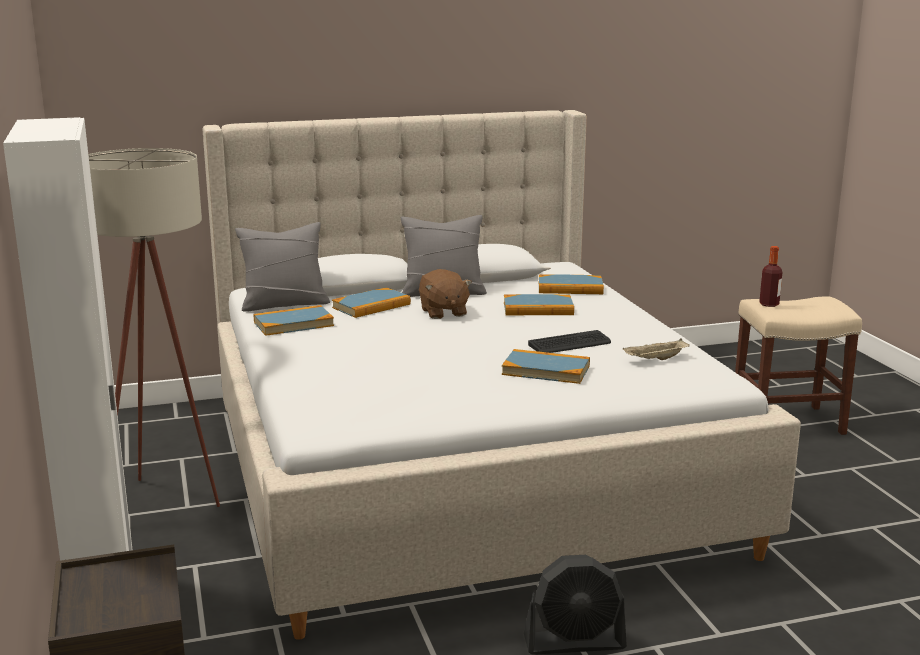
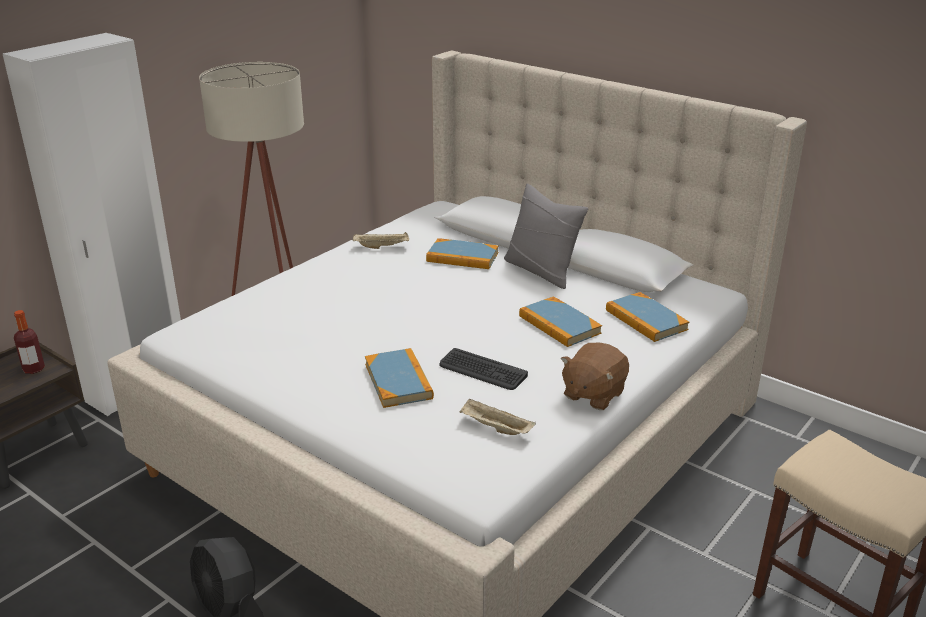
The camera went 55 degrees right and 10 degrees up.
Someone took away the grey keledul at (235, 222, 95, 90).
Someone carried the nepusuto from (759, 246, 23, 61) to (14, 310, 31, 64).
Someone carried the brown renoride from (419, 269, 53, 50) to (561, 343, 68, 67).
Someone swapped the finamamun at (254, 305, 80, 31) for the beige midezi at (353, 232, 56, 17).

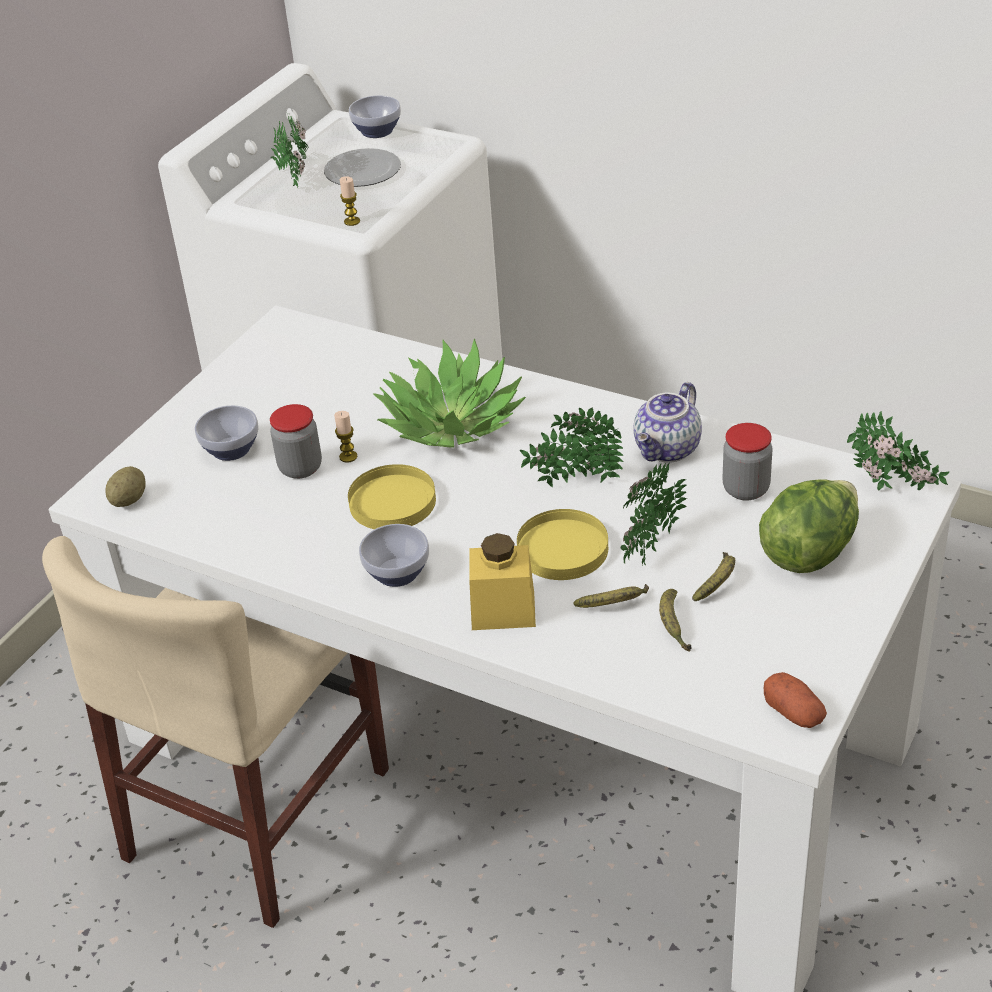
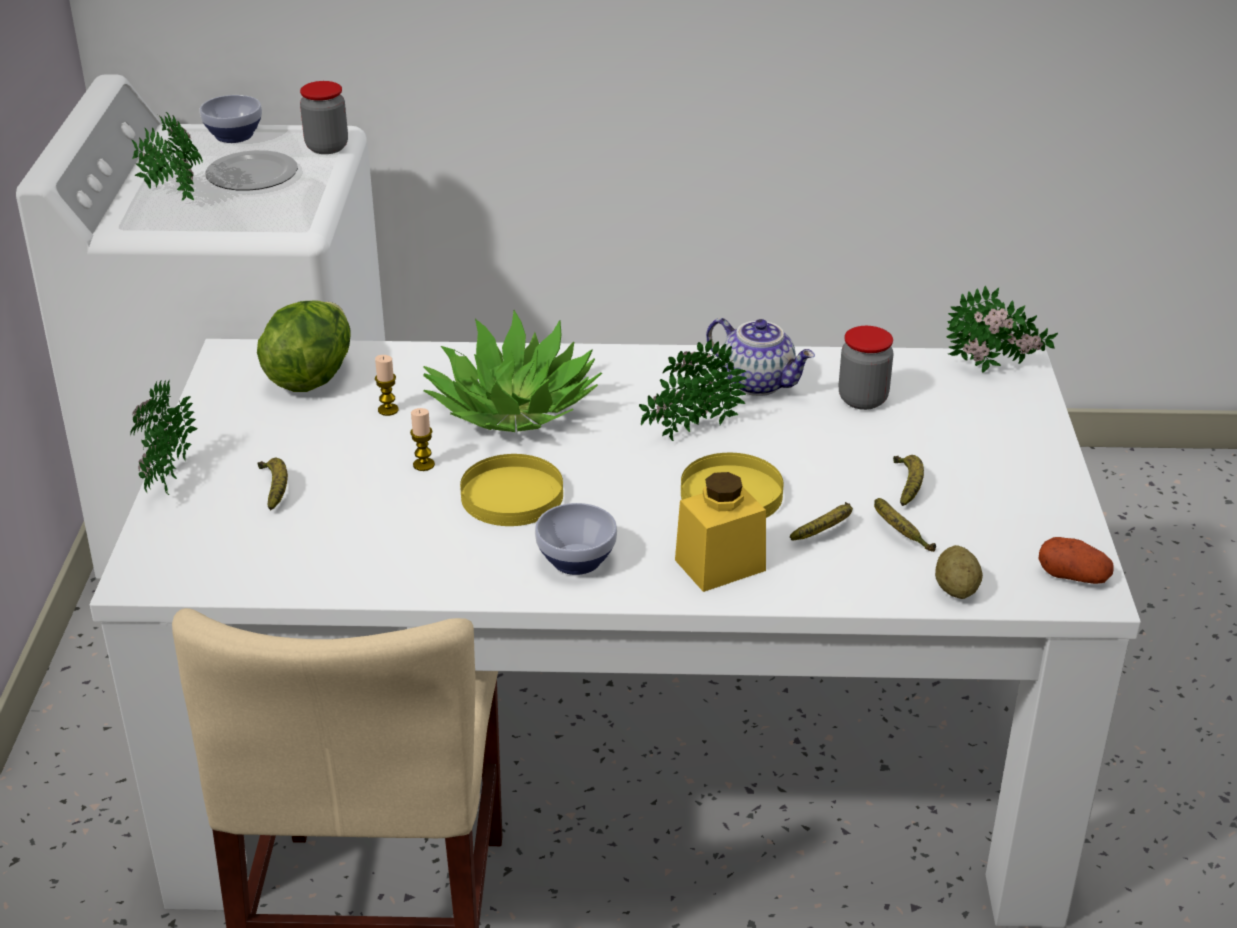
The camera went 30 degrees left and 5 degrees down.
Someone carried the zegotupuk from (340, 176, 20, 50) to (375, 355, 24, 61).
Someone rotated the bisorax at (634, 382, 68, 81) by 60 degrees counterclockwise.
Someone carried the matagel from (270, 404, 52, 75) to (300, 81, 48, 73).
Someone swapped the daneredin at (195, 405, 64, 56) for the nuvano at (257, 458, 31, 52).
Someone carried the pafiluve from (621, 463, 66, 103) to (130, 380, 67, 115).
Someone carried the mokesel from (105, 466, 41, 41) to (935, 545, 48, 54).
Someone carried the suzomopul from (759, 479, 100, 94) to (257, 301, 94, 91).

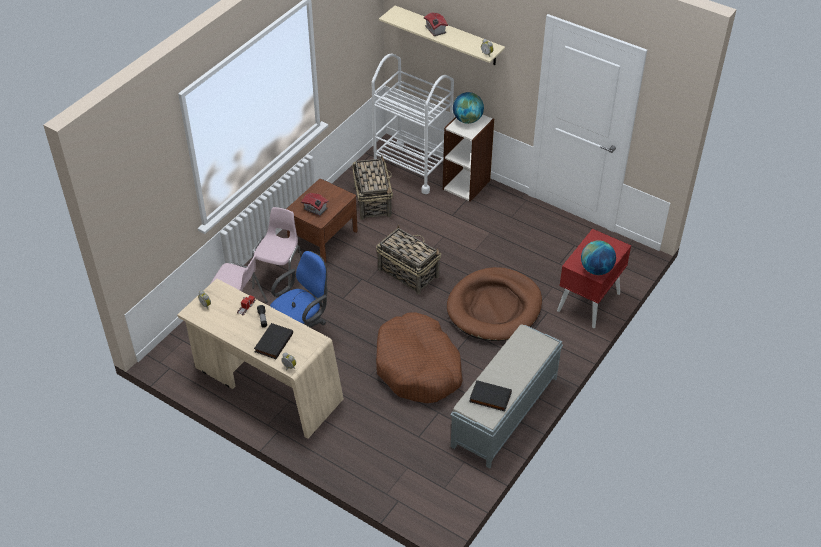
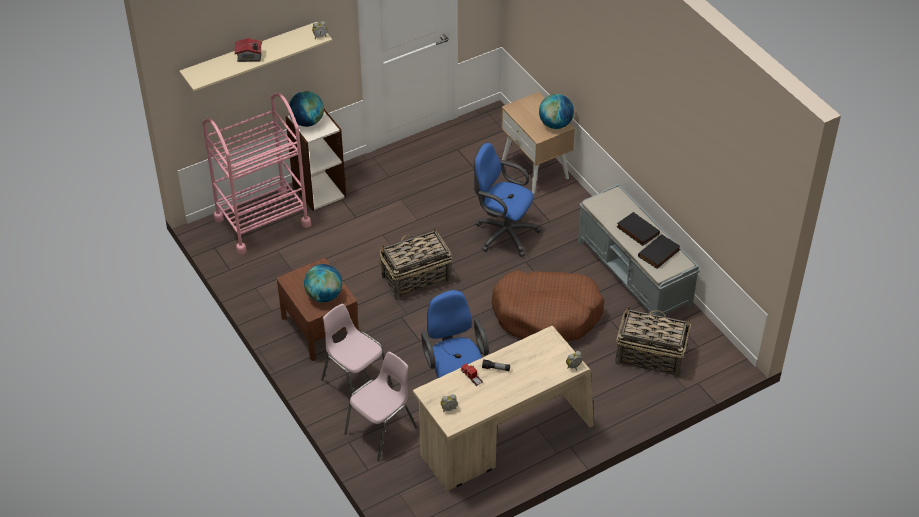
The camera went 65 degrees left and 0 degrees up.
Someone repainted the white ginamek at (371, 53, 83, 141), which became the pink ginamek at (202, 93, 109, 162).
Someone carried the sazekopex from (353, 156, 40, 64) to (615, 306, 76, 72).
Someone swapped the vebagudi at (301, 193, 28, 23) for the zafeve at (304, 264, 38, 38).
Someone repainted the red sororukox at (557, 229, 74, 99), which became the beige sororukox at (501, 92, 74, 102).
Someone swapped the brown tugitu at (447, 267, 95, 74) for the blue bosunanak at (474, 143, 67, 114).
Someone carried the black finamamun from (254, 323, 39, 36) to (617, 212, 43, 34).

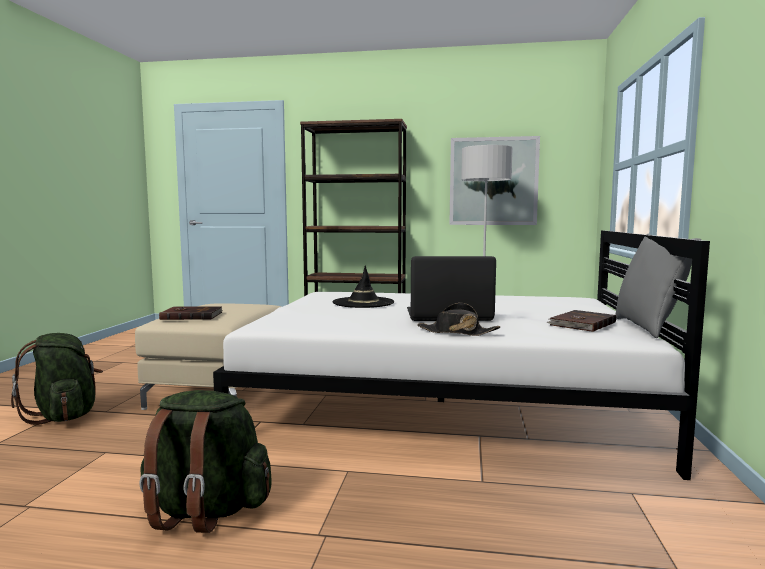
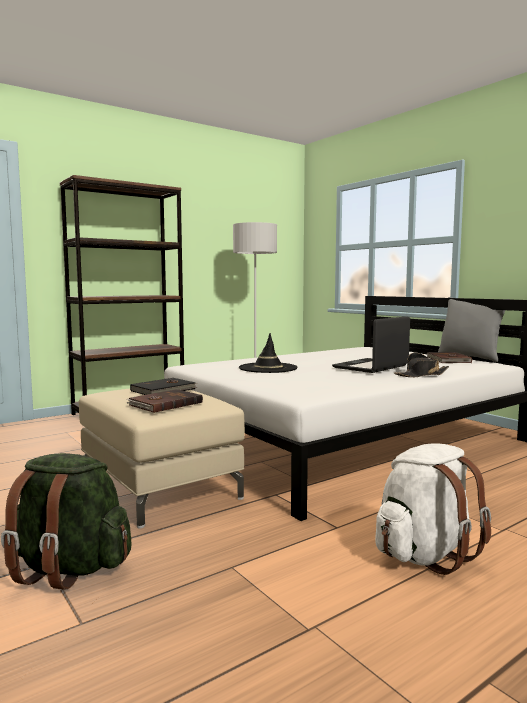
The camera went 45 degrees left and 0 degrees up.
Someone took away the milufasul at (449, 136, 91, 89).
Someone repainted the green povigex at (139, 390, 133, 143), which became the white povigex at (375, 444, 116, 131).
Someone put down the black finamamun at (130, 378, 67, 17).

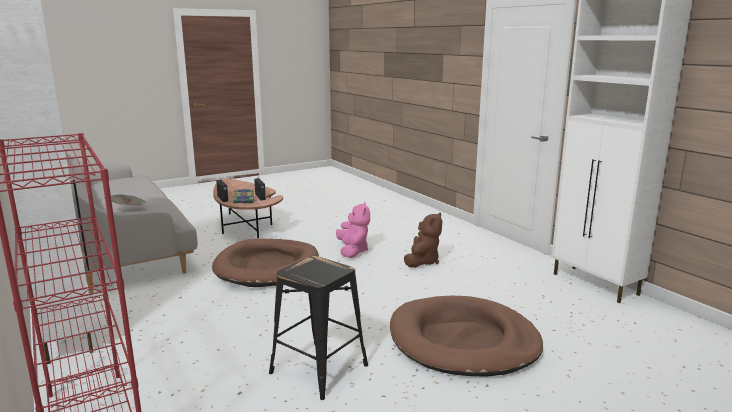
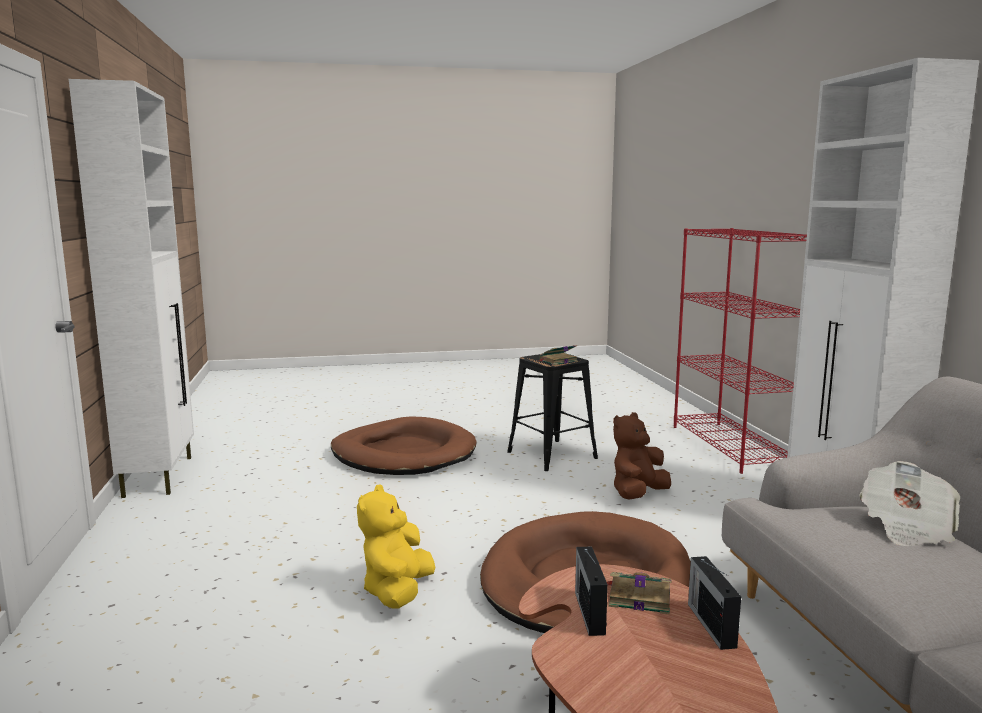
The camera went 160 degrees left and 5 degrees down.
Someone repainted the pink renoride at (336, 202, 34, 56), which became the yellow renoride at (357, 484, 78, 125).
Someone carried the brown renoride from (404, 212, 38, 56) to (613, 412, 58, 88).
Someone put down the finamamun at (537, 345, 41, 20).

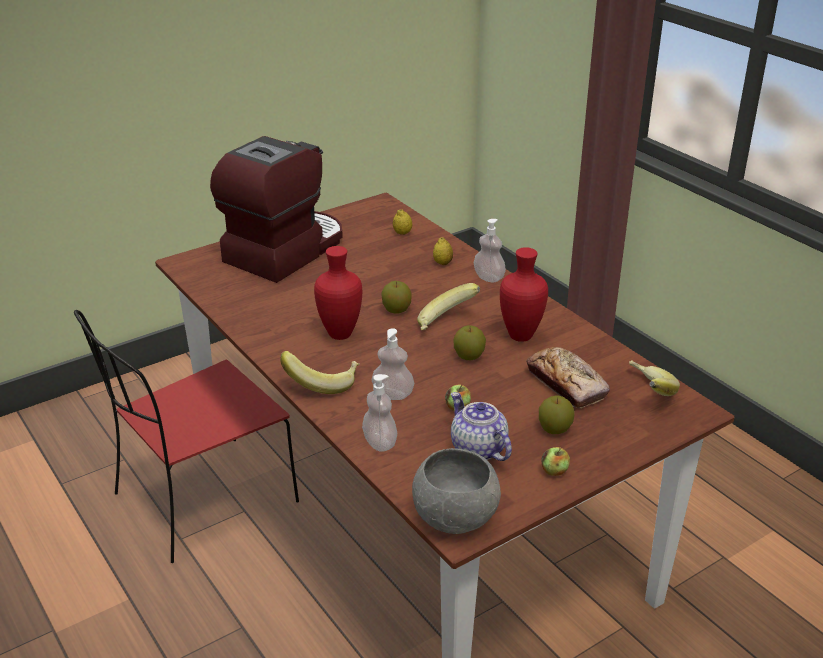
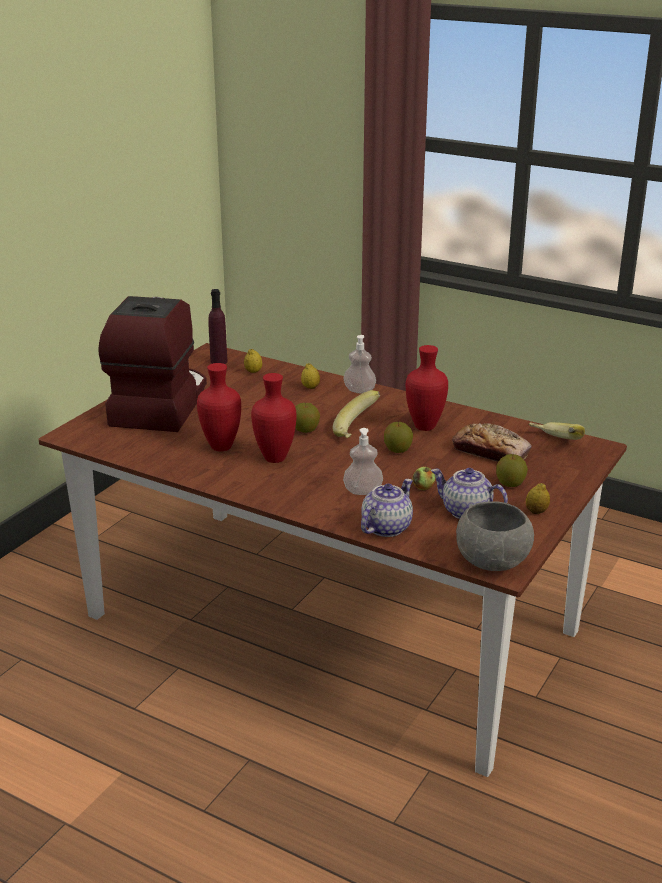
The camera went 25 degrees left and 5 degrees down.
Someone took away the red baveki at (74, 310, 225, 253).
Someone took away the nuvano at (280, 351, 79, 43).
Someone swapped the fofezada at (362, 374, 35, 78) for the bisorax at (361, 479, 52, 58).
Someone swapped the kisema at (541, 447, 29, 29) for the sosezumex at (526, 483, 24, 31).
Someone put down the purple nepusuto at (208, 289, 20, 75).
Someone put down the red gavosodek at (197, 363, 44, 88).

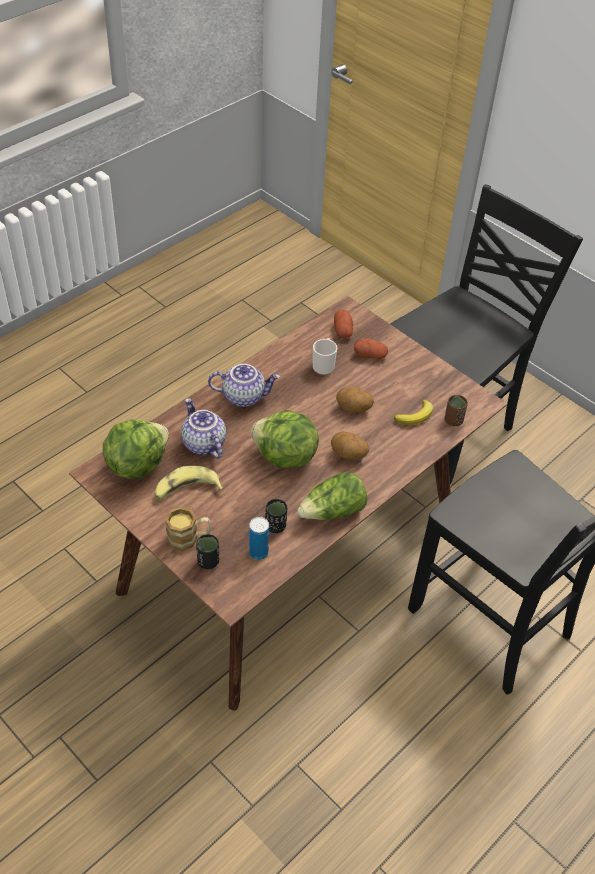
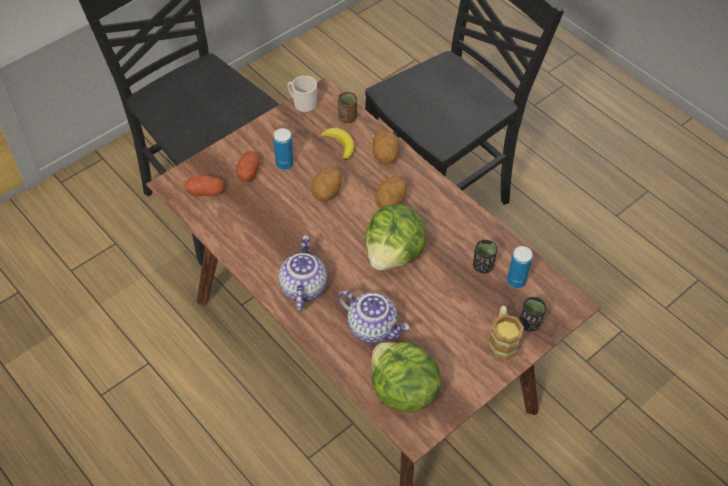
The camera went 85 degrees left and 5 degrees up.
Someone carried the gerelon from (313, 338, 24, 37) to (287, 76, 30, 37).
Someone rotated the bisorax at (181, 398, 45, 61) by 120 degrees counterclockwise.
Someone took away the nuvano at (155, 466, 69, 35).
Someone took away the suzomopul at (297, 472, 71, 48).
Someone put down the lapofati at (273, 128, 20, 42).
Someone put down the mokesel at (373, 130, 27, 35).

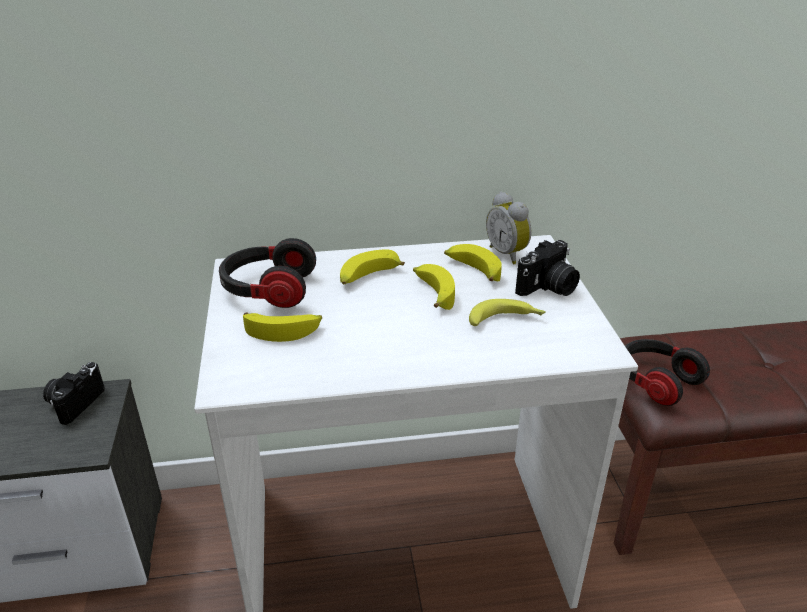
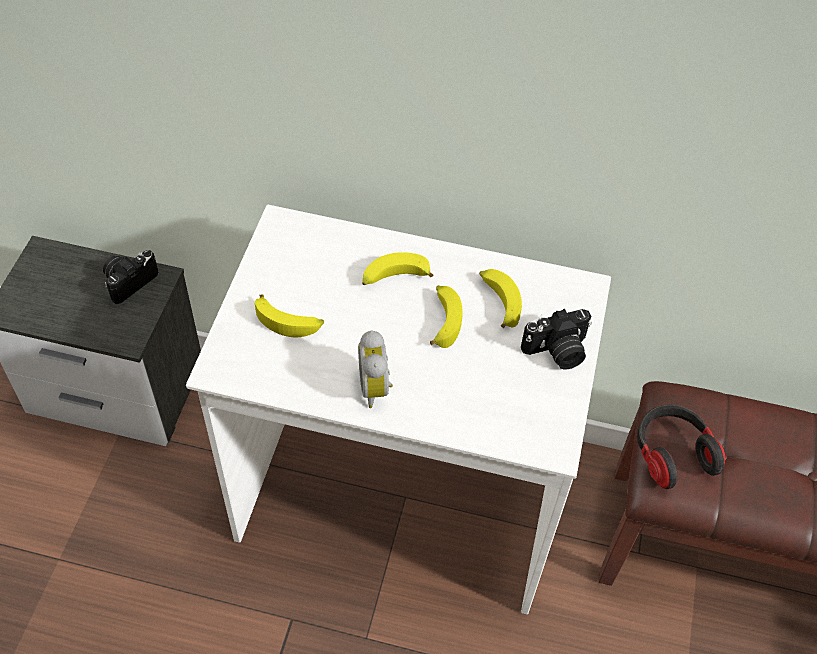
The camera went 20 degrees right and 20 degrees up.
Someone carried the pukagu from (486, 192, 46, 73) to (358, 330, 35, 78).
Someone took away the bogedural at (219, 238, 97, 70).
Someone took away the nuvano at (469, 299, 77, 27).

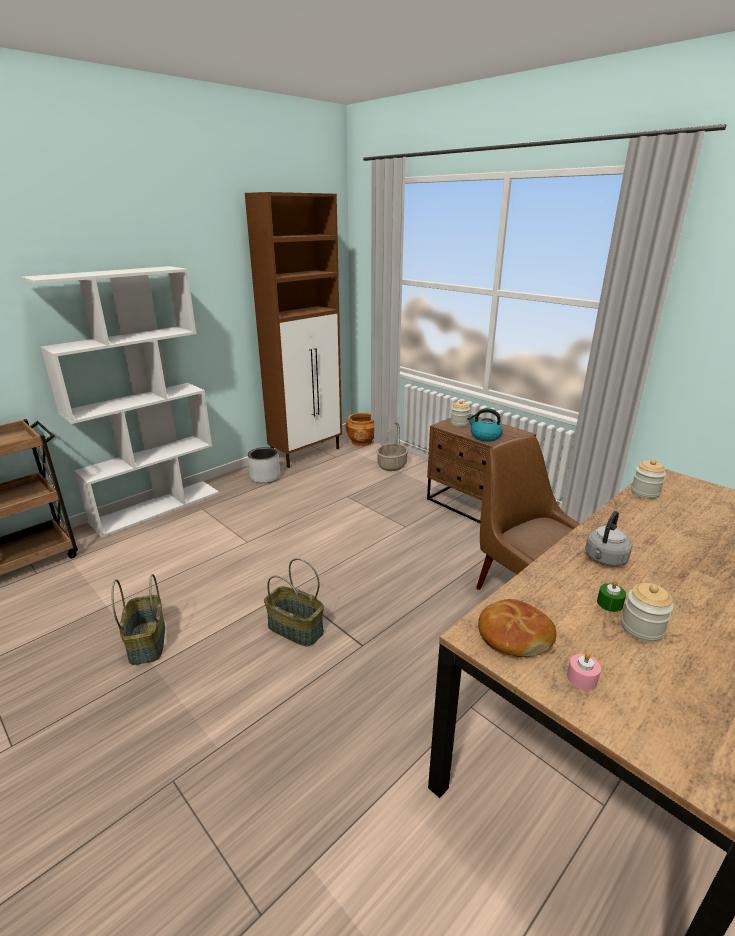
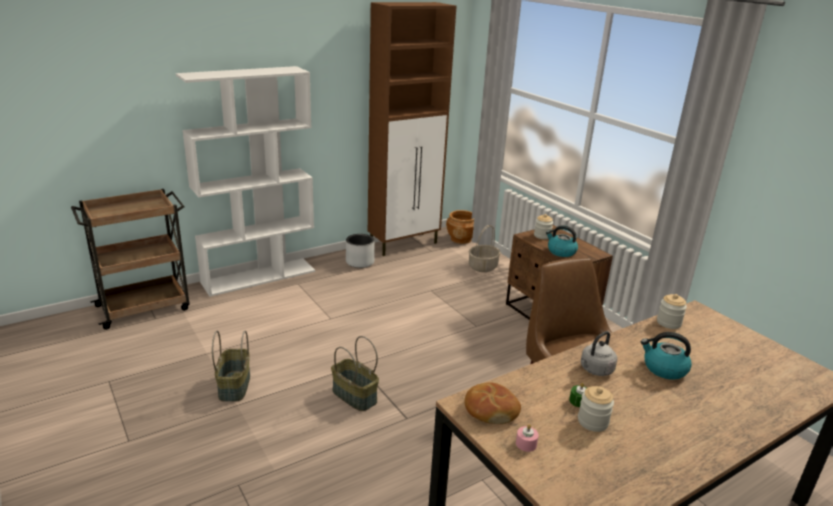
The camera went 10 degrees right and 0 degrees up.
Someone put down the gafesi at (641, 332, 51, 48).

